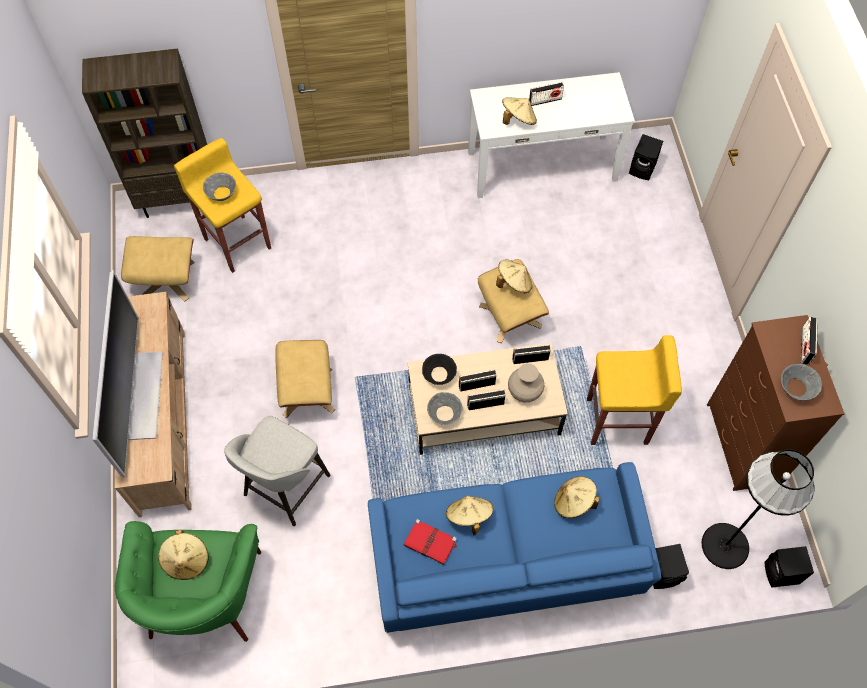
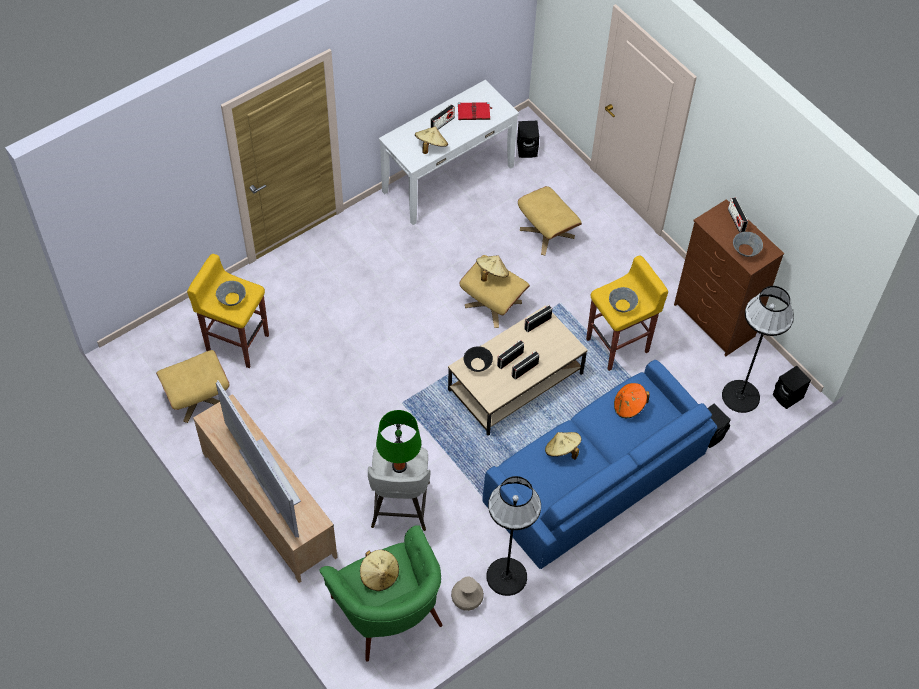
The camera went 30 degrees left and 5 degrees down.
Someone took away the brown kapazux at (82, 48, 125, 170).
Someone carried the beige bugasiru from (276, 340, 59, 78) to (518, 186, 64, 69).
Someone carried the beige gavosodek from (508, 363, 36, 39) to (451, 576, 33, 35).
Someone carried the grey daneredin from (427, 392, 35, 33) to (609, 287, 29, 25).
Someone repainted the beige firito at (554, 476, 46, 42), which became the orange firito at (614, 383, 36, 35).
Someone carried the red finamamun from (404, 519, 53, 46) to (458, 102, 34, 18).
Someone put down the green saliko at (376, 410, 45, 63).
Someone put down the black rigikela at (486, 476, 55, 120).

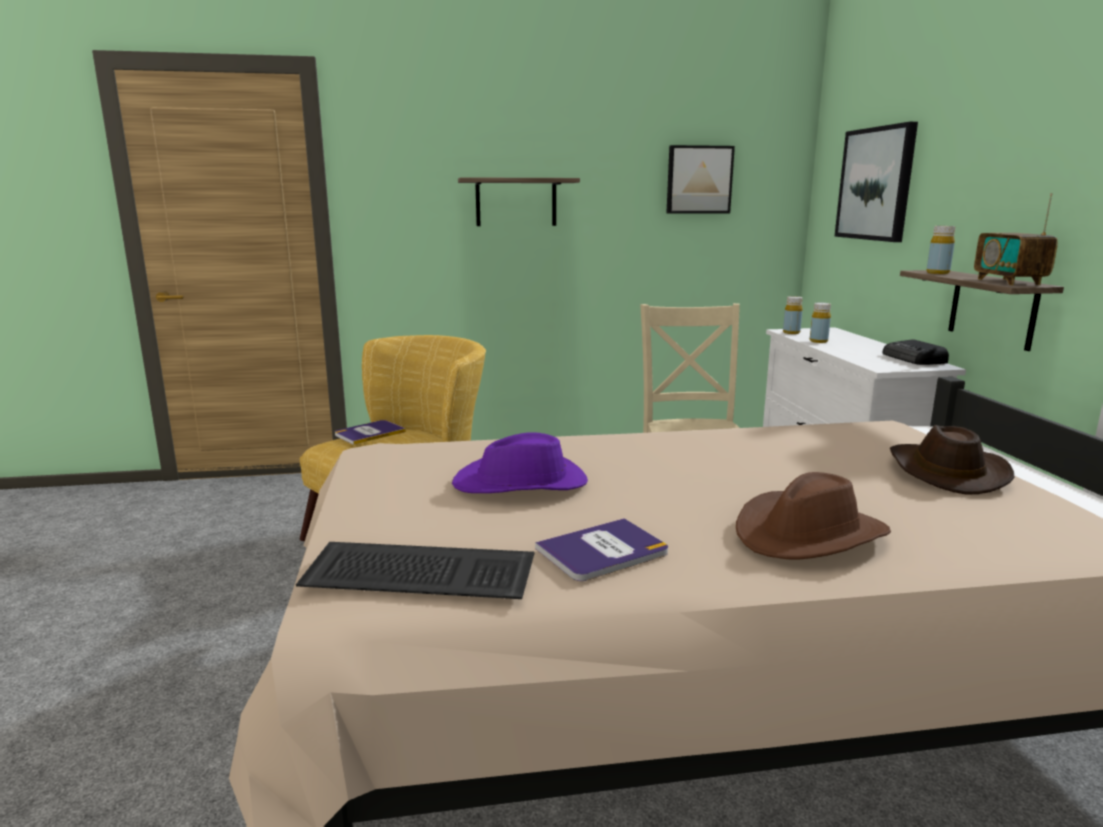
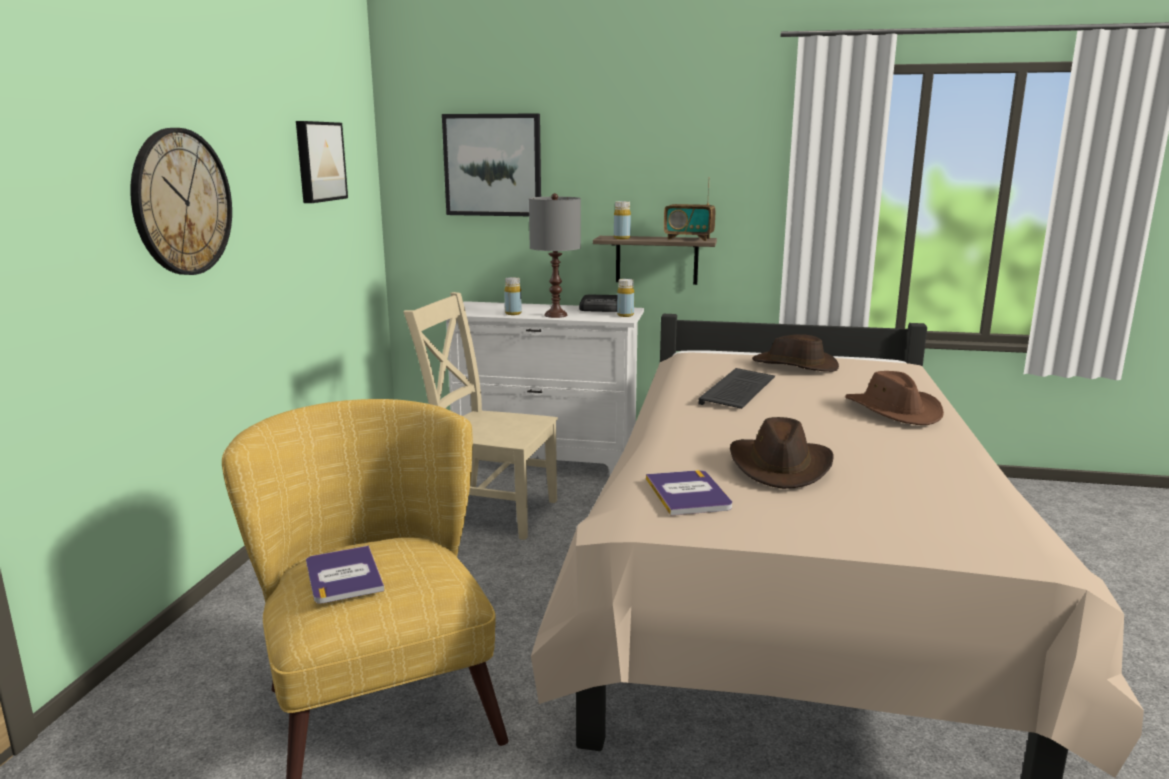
The camera went 70 degrees left and 0 degrees up.
Someone swapped the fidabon at (458, 177, 122, 49) for the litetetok at (130, 128, 102, 147).
Someone carried the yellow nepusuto from (783, 296, 20, 38) to (617, 279, 17, 38).
Someone repainted the purple firito at (452, 432, 136, 61), which became the brown firito at (730, 417, 104, 72).
Someone carried the finamamun from (535, 518, 133, 63) to (646, 470, 86, 46).
Someone carried the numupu from (296, 542, 238, 57) to (698, 368, 77, 41).
Someone put down the grey saliko at (529, 193, 52, 125).

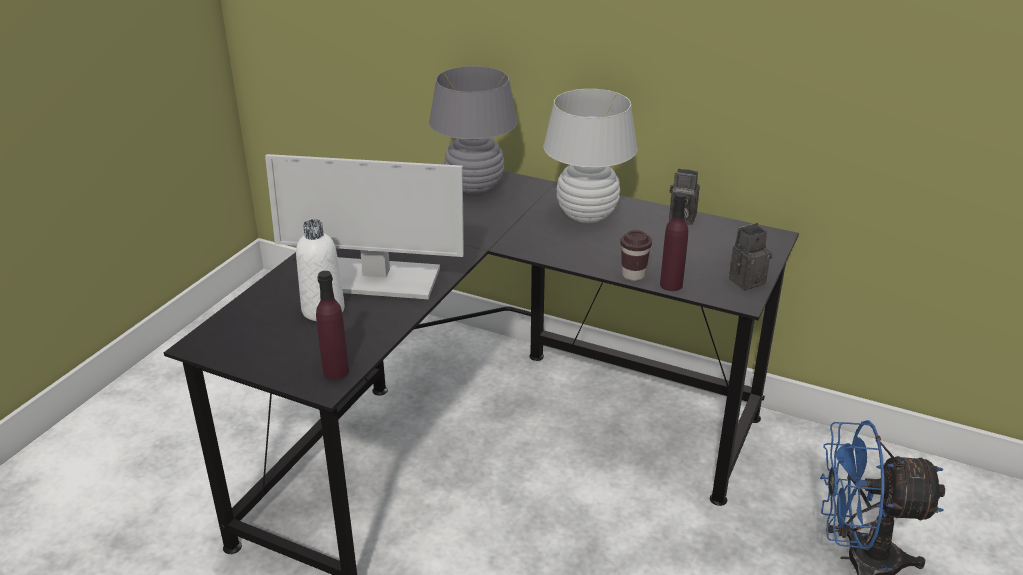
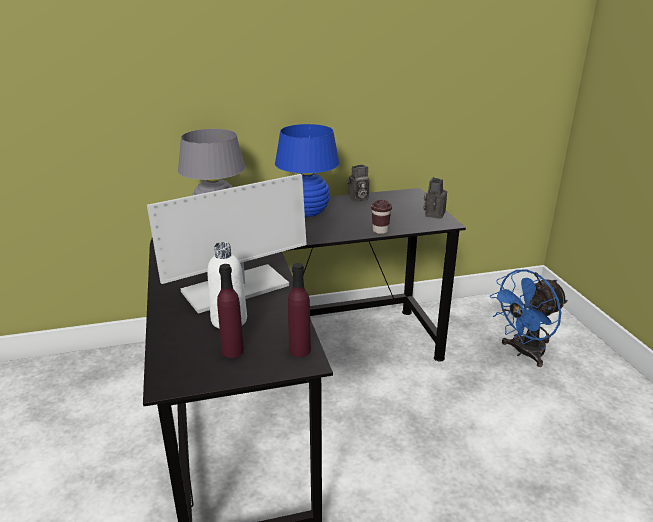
The camera went 40 degrees left and 5 degrees down.
Someone repainted the white saliko at (543, 89, 94, 134), which became the blue saliko at (275, 124, 65, 93).
Someone carried the purple nepusuto from (660, 192, 28, 99) to (217, 264, 27, 94).

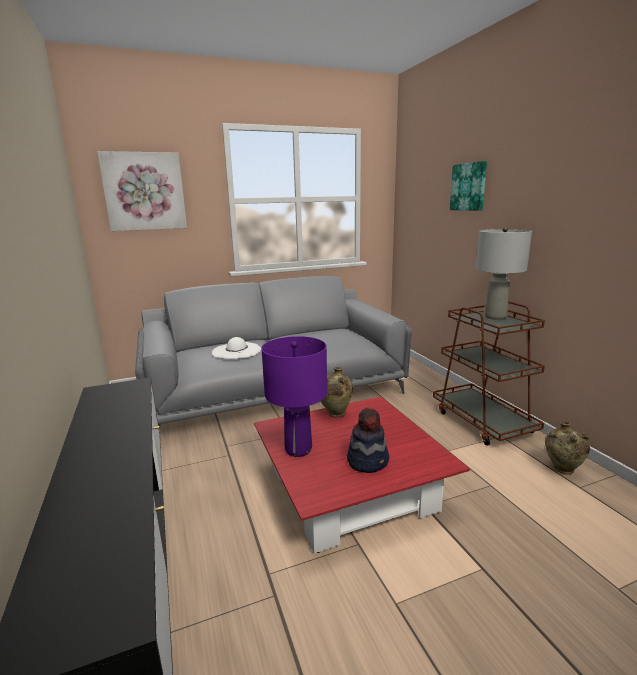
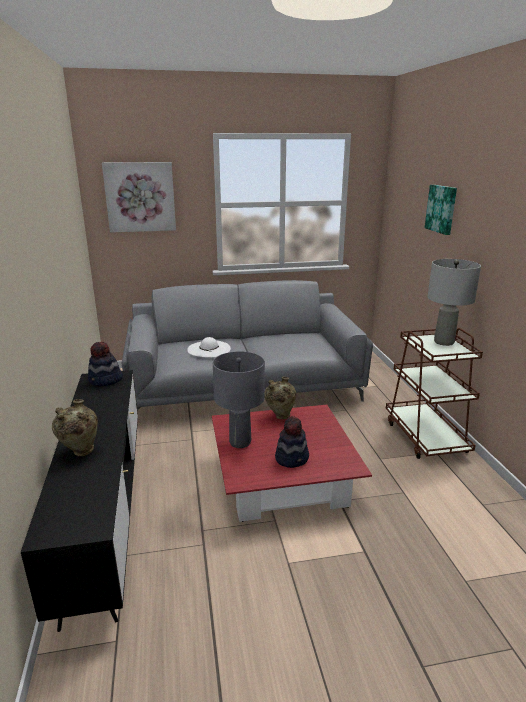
The camera went 10 degrees right and 5 degrees up.
Someone repainted the purple saliko at (261, 336, 66, 121), which became the grey saliko at (213, 352, 52, 96).
Someone carried the beige gavosodek from (545, 422, 45, 53) to (52, 399, 46, 57).
Someone put down the firito at (88, 342, 35, 44).

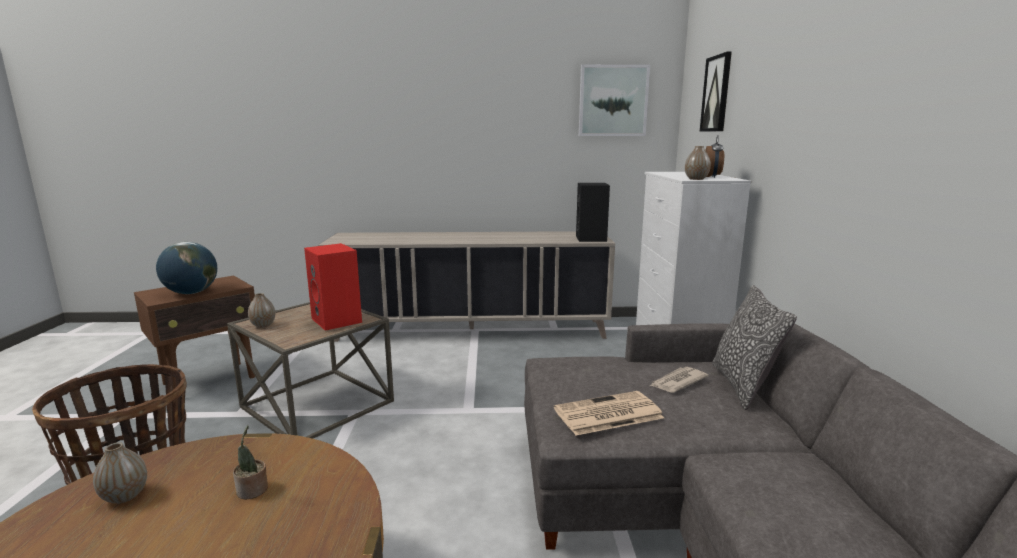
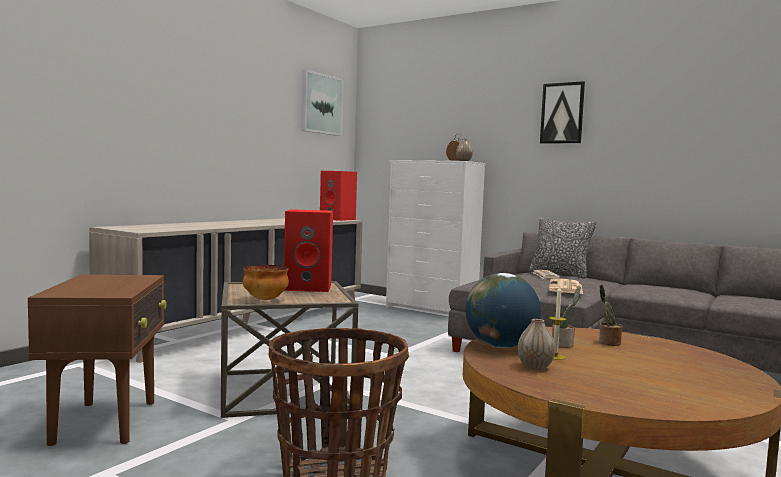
The camera went 55 degrees left and 10 degrees down.
Someone carried the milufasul from (700, 52, 32, 80) to (540, 81, 45, 63).
Someone repainted the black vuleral at (576, 183, 34, 59), which became the red vuleral at (320, 171, 37, 50).
Someone carried the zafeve from (156, 242, 61, 52) to (465, 273, 76, 75).
Someone swapped the gavosodek at (248, 293, 27, 35) for the daneredin at (243, 265, 46, 35).
Someone put down the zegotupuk at (549, 285, 17, 75).
Someone put down the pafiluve at (599, 285, 23, 61).

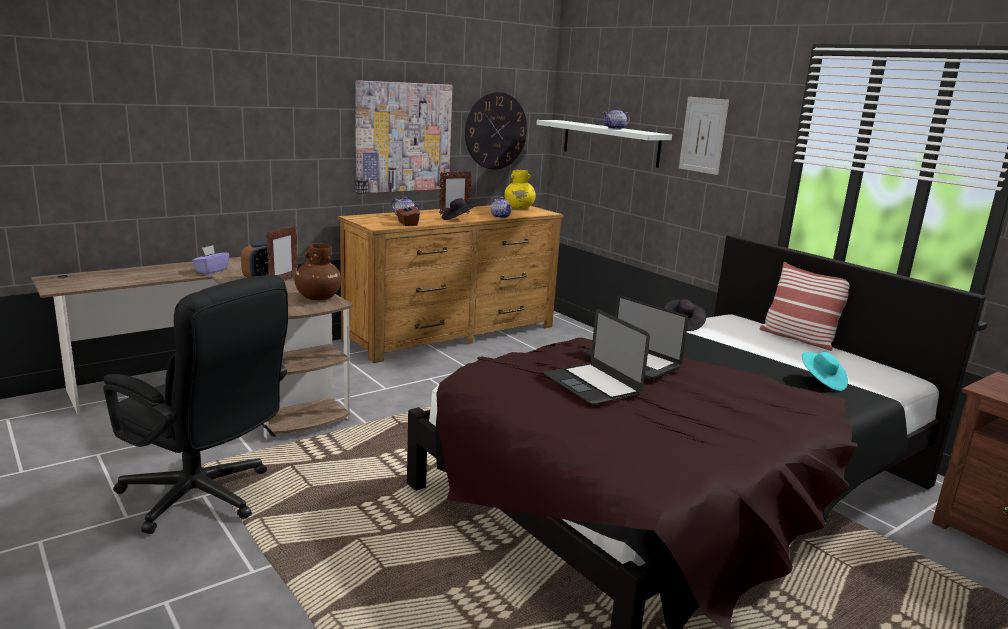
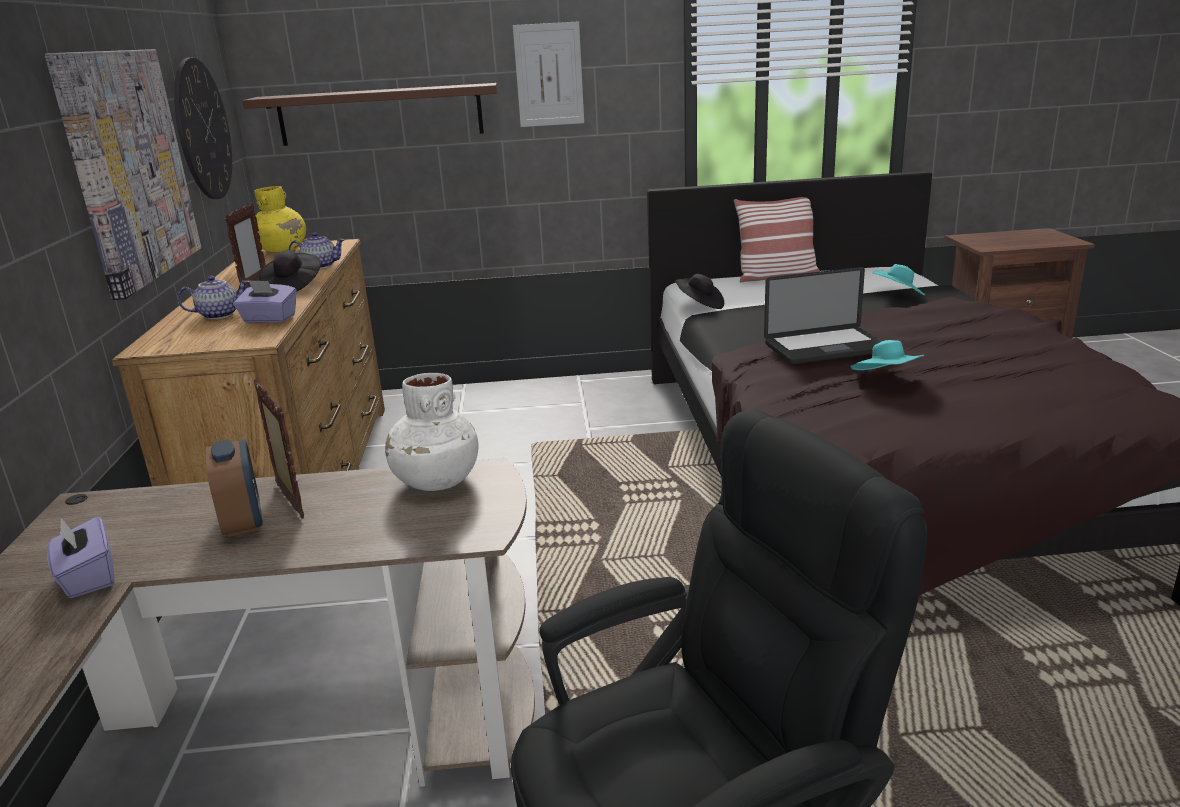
The camera went 55 degrees left and 5 degrees up.
Someone took away the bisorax at (603, 108, 27, 21).
Someone repainted the white fidabon at (537, 120, 135, 48), which became the brown fidabon at (243, 83, 255, 63).
Someone repainted the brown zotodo at (396, 202, 24, 24), which became the purple zotodo at (233, 280, 63, 43).
Someone repainted the brown gavosodek at (295, 243, 46, 57), which became the white gavosodek at (385, 373, 94, 118).
Someone swapped the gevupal at (544, 309, 106, 95) for the turquoise firito at (850, 340, 75, 30).

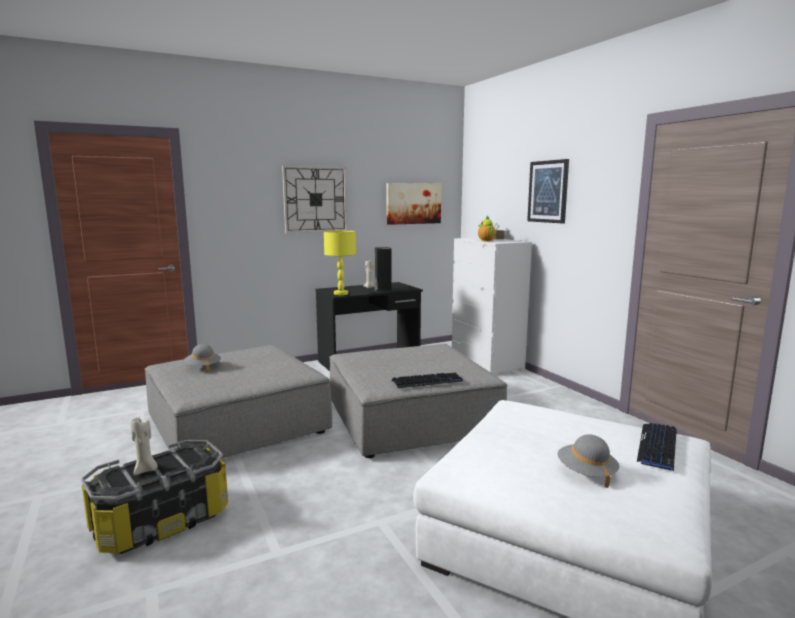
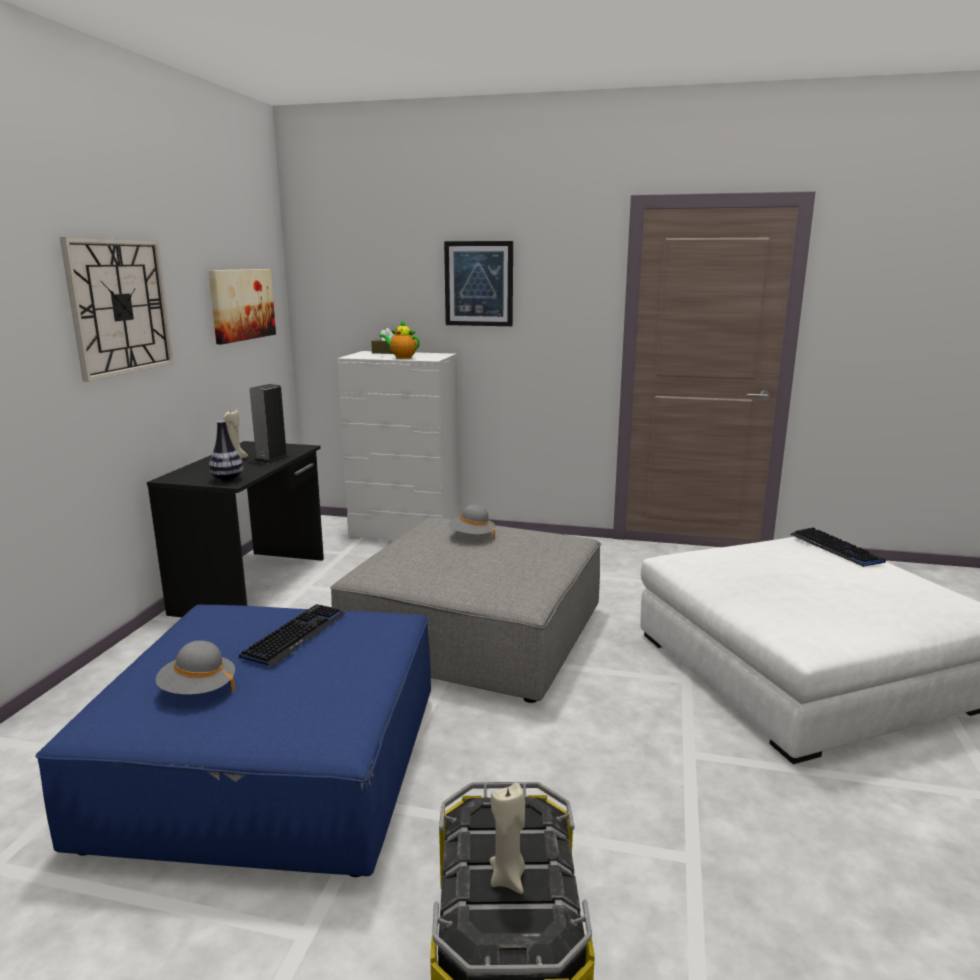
The camera went 50 degrees left and 5 degrees up.
Someone swapped the yellow saliko at (324, 230, 32, 65) for the gavosodek at (209, 421, 34, 61).
Someone repainted the grey bugasiru at (145, 345, 187, 113), which became the blue bugasiru at (36, 605, 395, 272).
Someone carried the numupu from (392, 373, 71, 15) to (239, 604, 107, 63).
Someone carried the grey firito from (558, 434, 61, 54) to (449, 504, 47, 35).

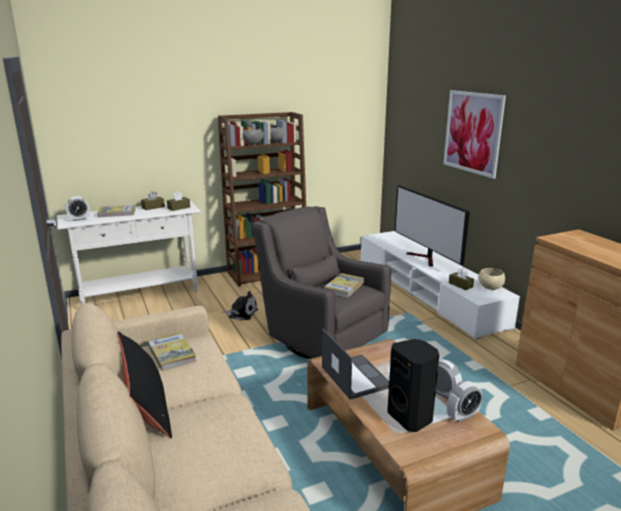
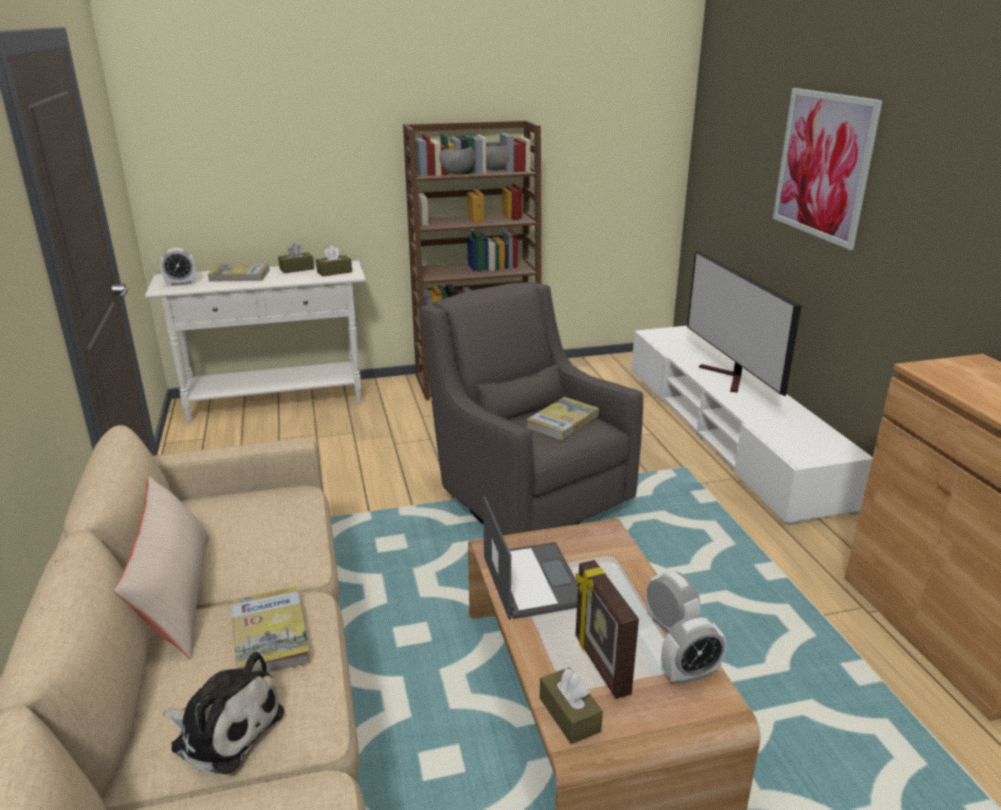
The camera went 10 degrees right and 5 degrees up.
Someone carried the brown zotodo from (449, 268, 25, 22) to (540, 667, 63, 77).
Someone took away the beige daneredin at (478, 268, 27, 22).
Someone carried the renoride from (222, 291, 36, 29) to (162, 652, 122, 122).
Someone repainted the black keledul at (117, 332, 55, 107), which became the beige keledul at (114, 476, 95, 183).
Someone carried the finamamun from (147, 332, 50, 39) to (231, 586, 80, 87).
Someone swapped the black vuleral at (387, 339, 52, 93) for the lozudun at (576, 560, 63, 139).

